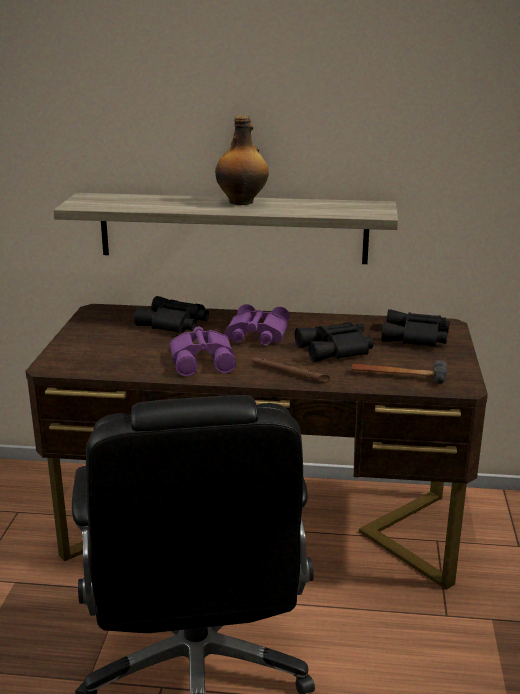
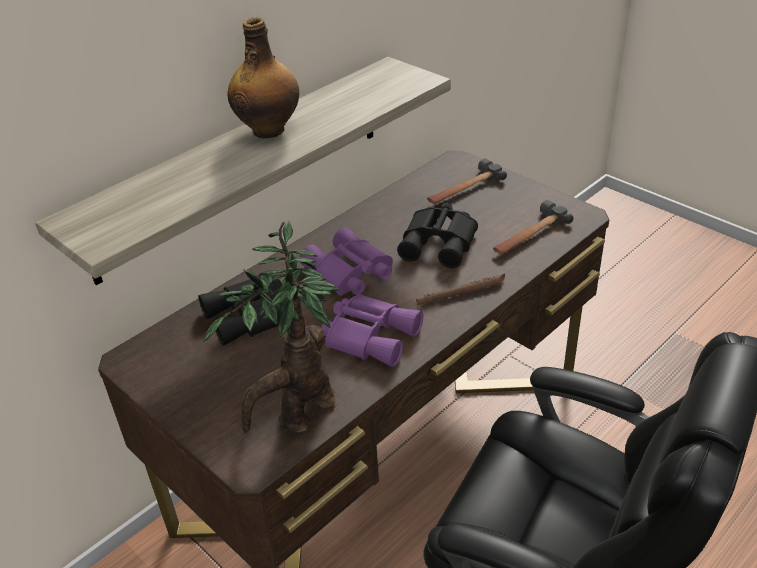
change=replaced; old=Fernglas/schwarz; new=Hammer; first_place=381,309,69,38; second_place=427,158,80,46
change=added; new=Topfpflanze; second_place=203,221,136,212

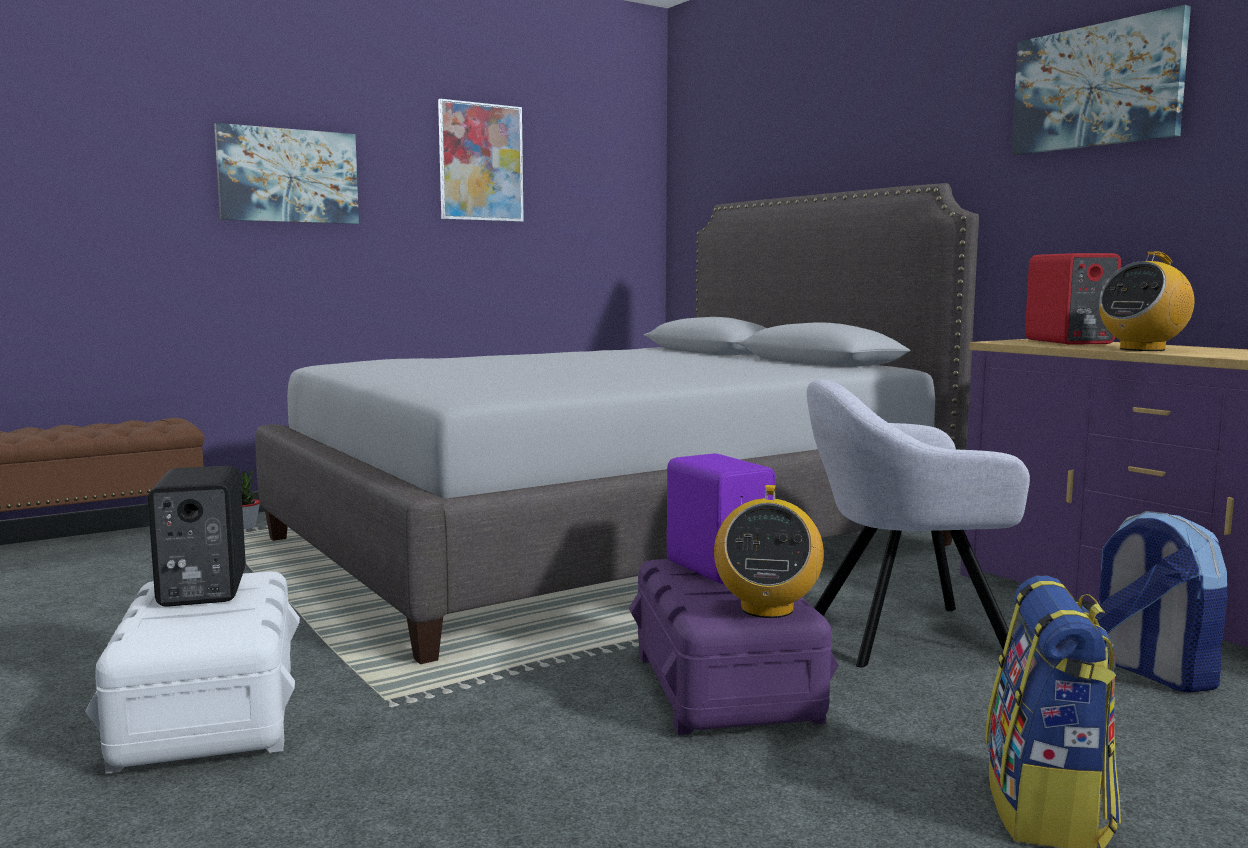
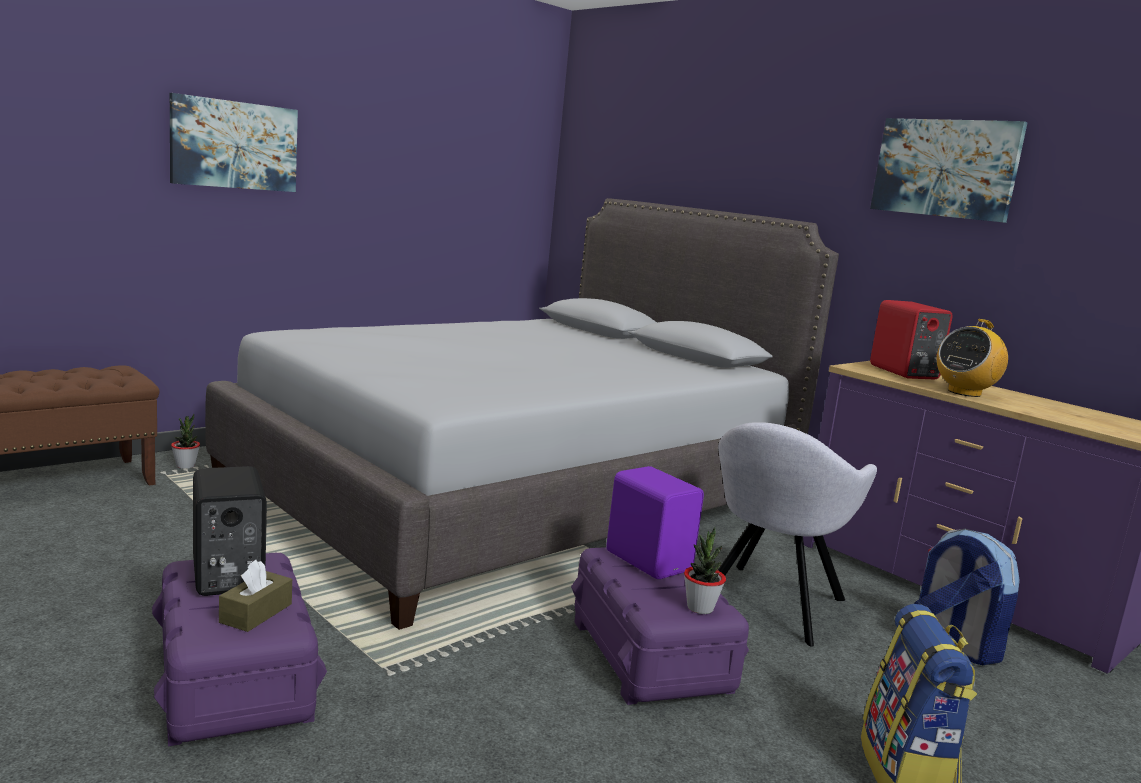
change=removed; old=Bild; first_place=438,99,86,123
change=turned; old=Sessel/grau; first_place=807,380,223,287; second_place=718,422,159,225; degrees=-45
change=replaced; old=Radio; new=Topfpflanze; first_place=714,485,110,133; second_place=684,527,42,87
change=recoloured; old=Aufbewahrungsbox/weiß; new=Aufbewahrungsbox/lila; first_place=85,571,215,203; second_place=152,553,175,193
change=added; new=Taschentuchbox/braun; second_place=219,560,73,72

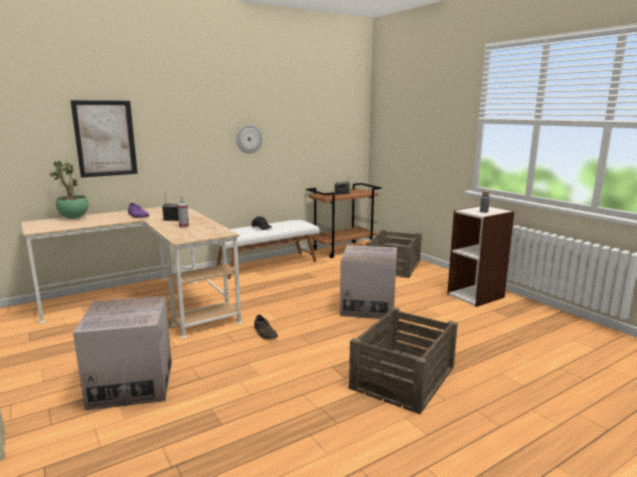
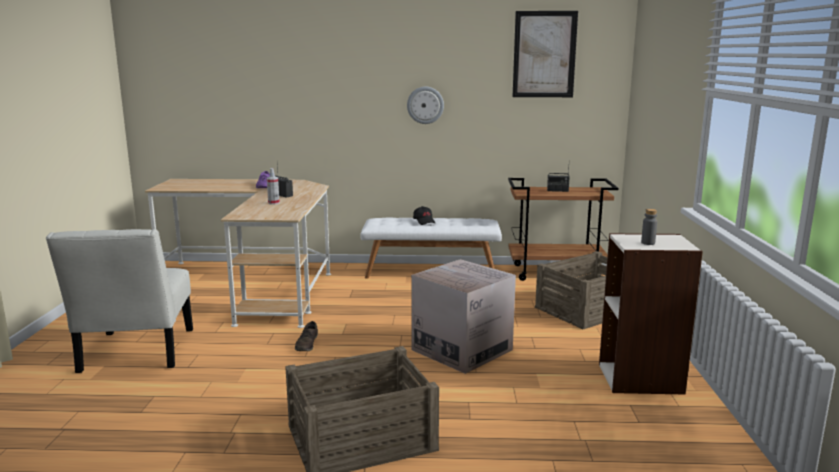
change=moved; old=Bild; first_place=70,100,68,78; second_place=513,11,65,86
change=removed; old=Topfpflanze; first_place=50,161,39,58
change=replaced; old=Karton; new=Stuhl/weiß; first_place=73,296,99,115; second_place=46,229,147,144

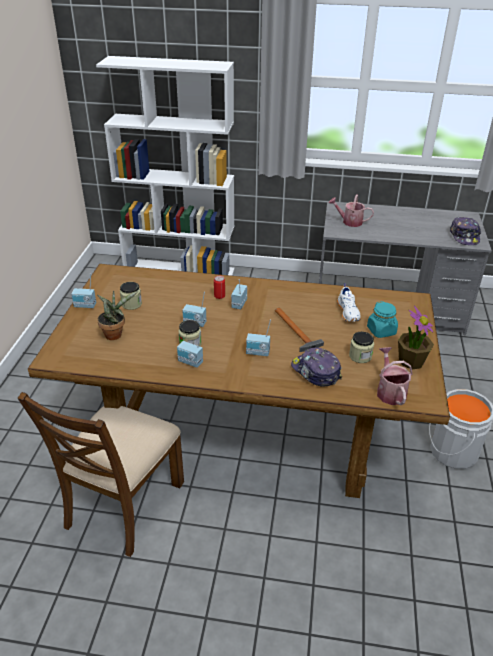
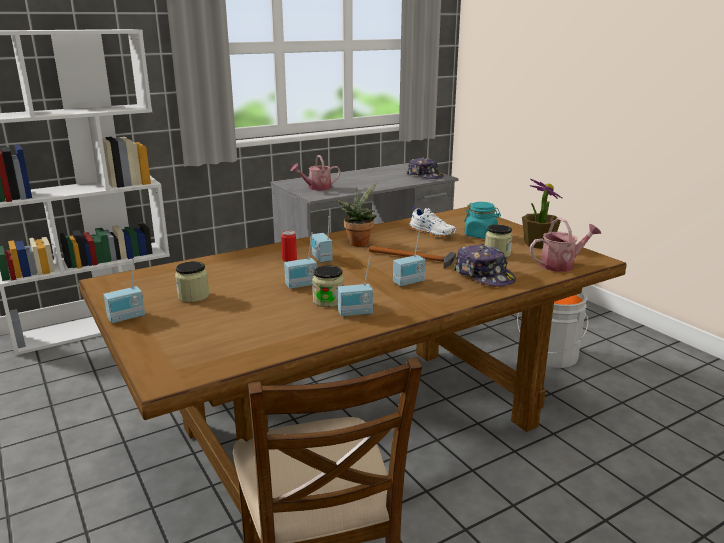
change=moved; old=Topfpflanze; first_place=97,290,42,50; second_place=335,183,42,64
change=turned; old=Gießkanne; first_place=377,347,36,58; second_place=530,217,71,55; degrees=120
change=turned; old=Kappe; first_place=291,348,51,39; second_place=453,244,63,43; degrees=-135

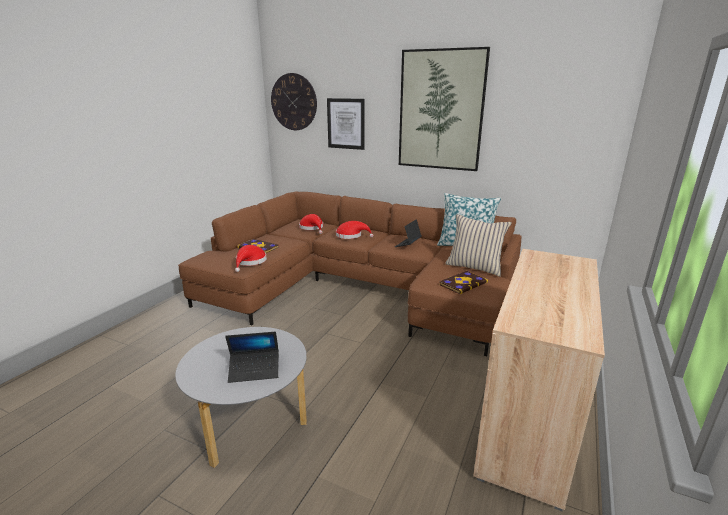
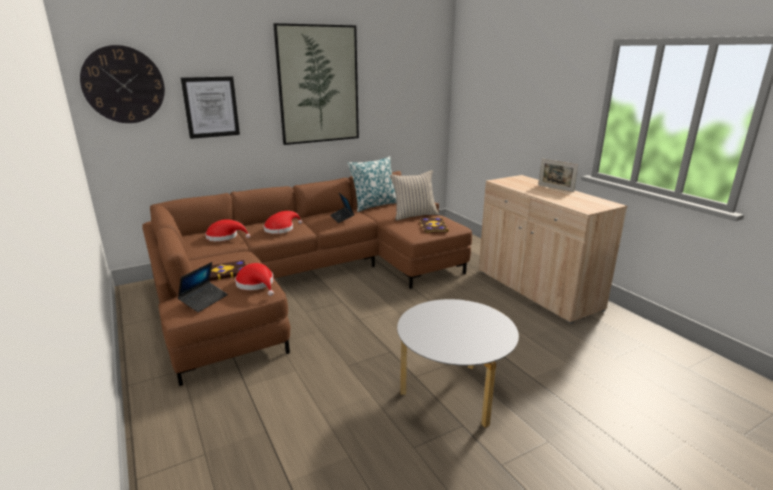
change=moved; old=Laptop; first_place=225,332,54,51; second_place=178,262,50,50
change=added; new=Bilderrahmen; second_place=538,159,40,33

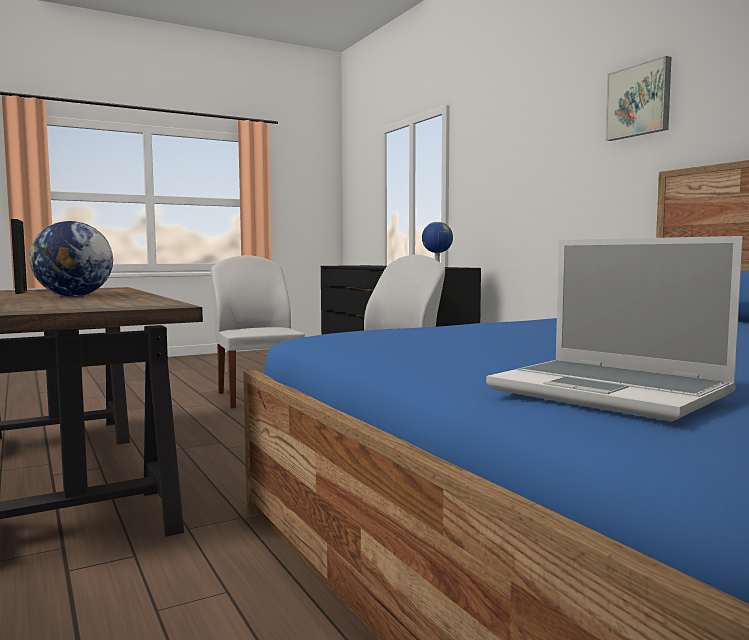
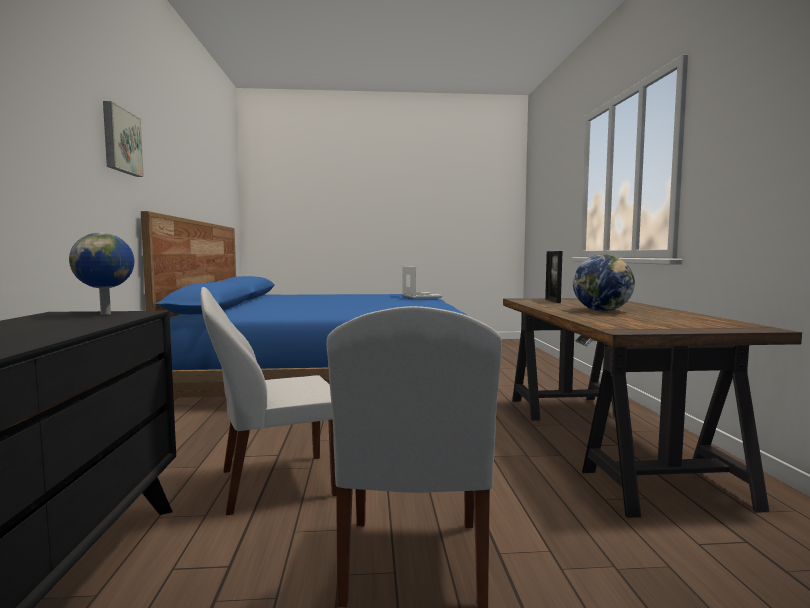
change=moved; old=Bilderrahmen; first_place=11,219,16,75; second_place=545,251,17,52

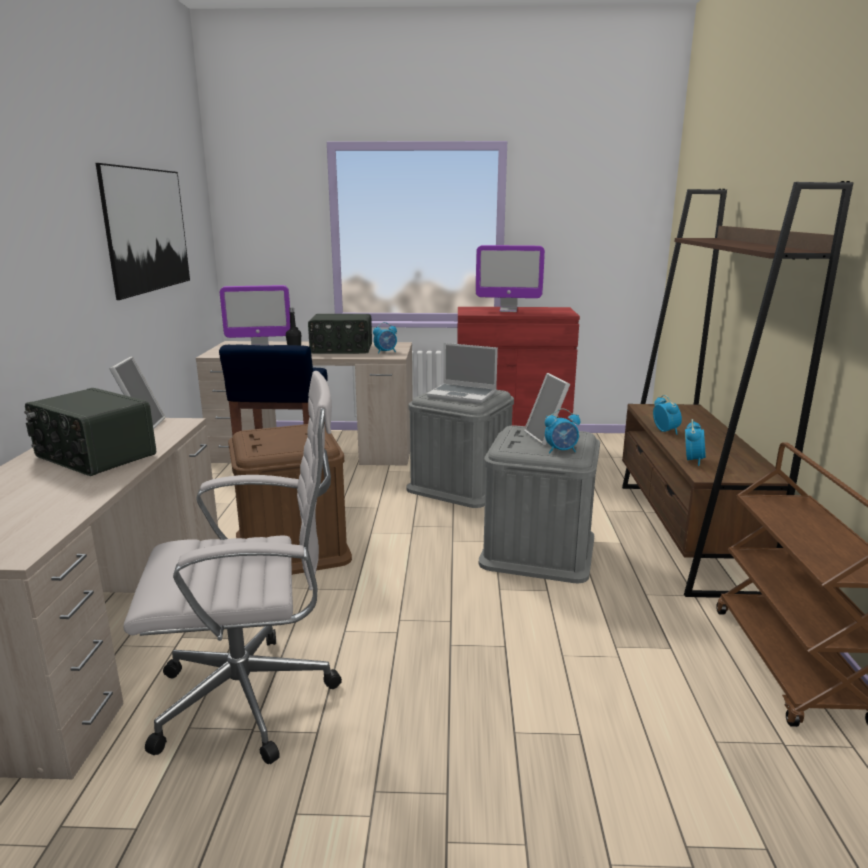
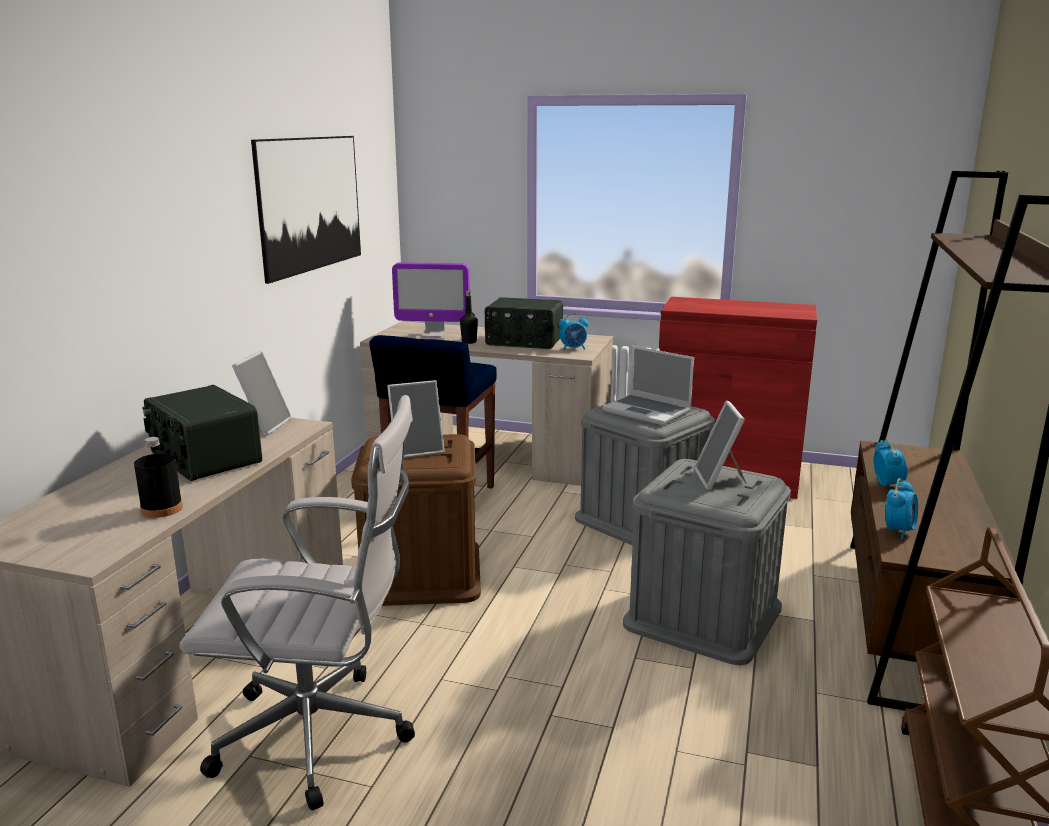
change=removed; old=Monitor; first_place=476,245,69,67
change=removed; old=Wecker; first_place=545,408,35,45
change=added; new=Bilderrahmen; second_place=387,380,58,78
change=added; new=Flasche/schwarz; second_place=134,437,49,81

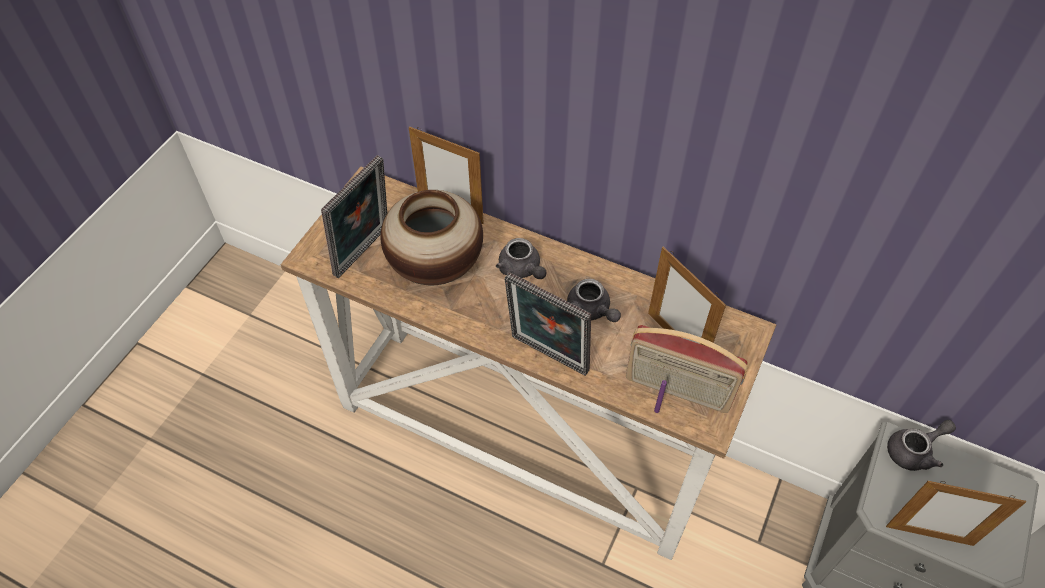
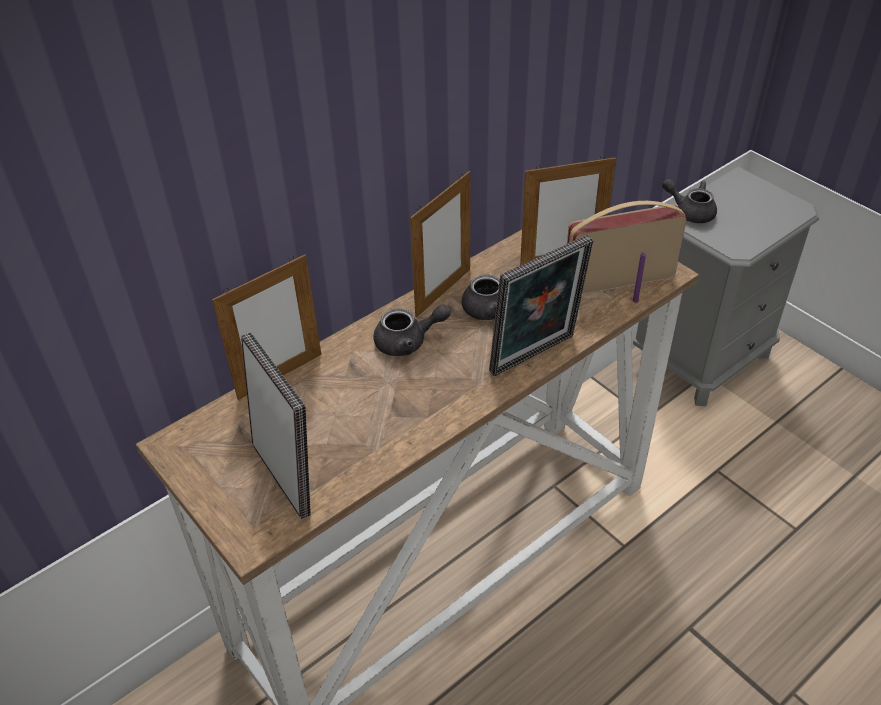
change=removed; old=Vase; first_place=380,190,103,95
change=turned; old=Radio; first_place=626,325,122,88; second_place=567,201,120,94; degrees=-150
change=turned; old=Teekanne/grau; first_place=887,420,69,51; second_place=662,179,55,44; degrees=-60
change=moved; old=Bilderrahmen; first_place=886,481,140,65; second_place=410,171,61,147

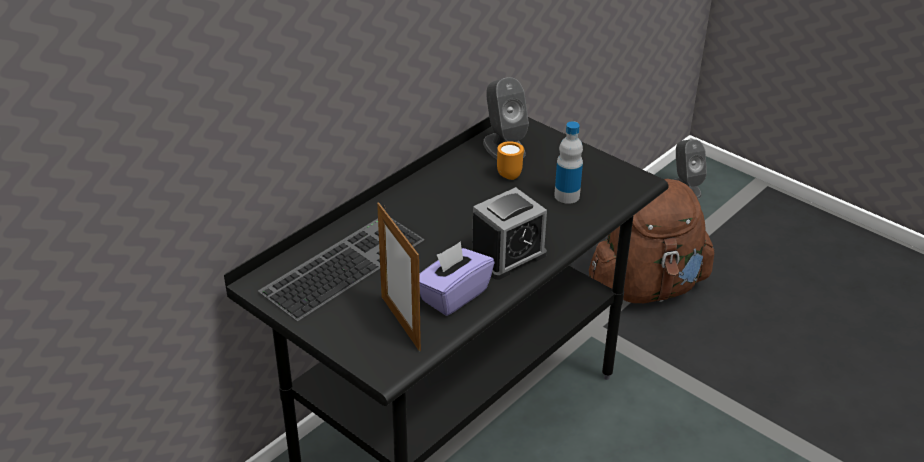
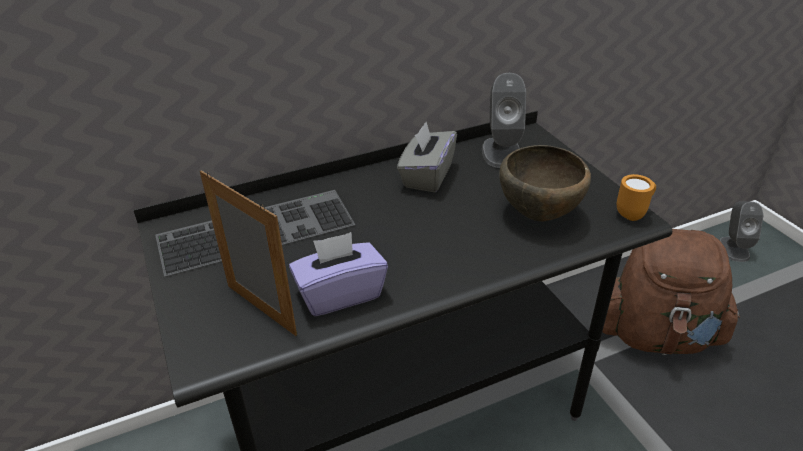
change=replaced; old=Flasche; new=Schüssel/braun; first_place=554,121,29,83; second_place=500,145,91,76
change=moved; old=Henkelbecher/orange; first_place=497,141,27,39; second_place=617,174,39,47
change=removed; old=Wecker; first_place=471,187,76,93
change=turned; old=Bilderrahmen; first_place=377,202,44,149; second_place=200,170,97,166; degrees=135
change=added; new=Taschentuchbox/grau; second_place=397,122,60,70

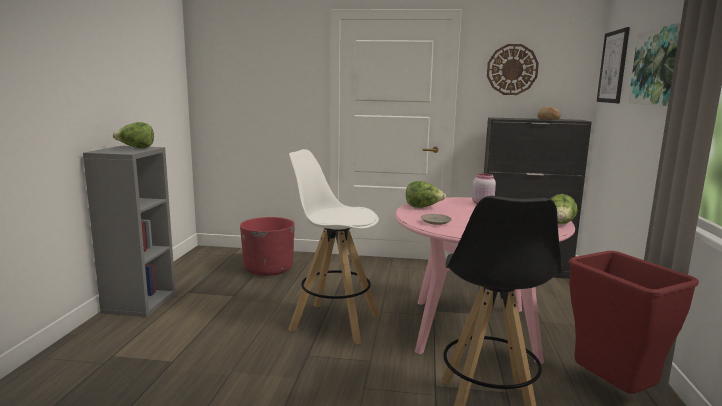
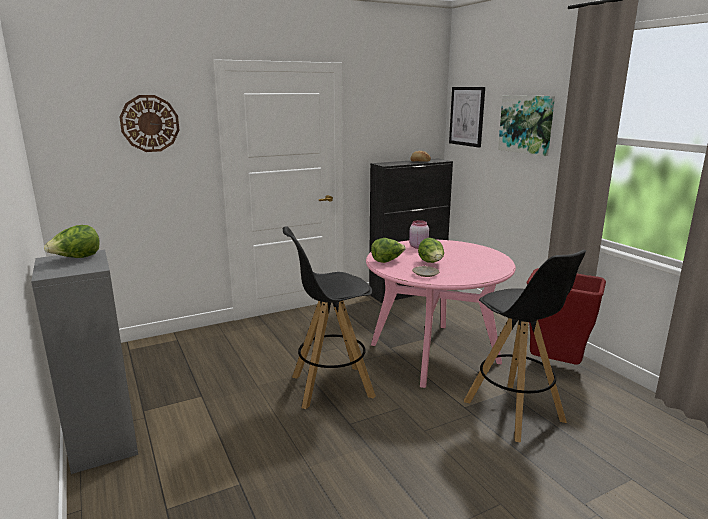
change=moved; old=Wanduhr; first_place=487,44,52,51; second_place=119,95,61,57
change=recoloured; old=Hocker/weiß; new=Hocker/schwarz; first_place=288,149,92,195; second_place=283,226,93,183
change=moved; old=Salatkopf; first_place=551,194,27,30; second_place=418,238,26,25
change=removed; old=Pflanzkübel/rot; first_place=240,217,55,59

